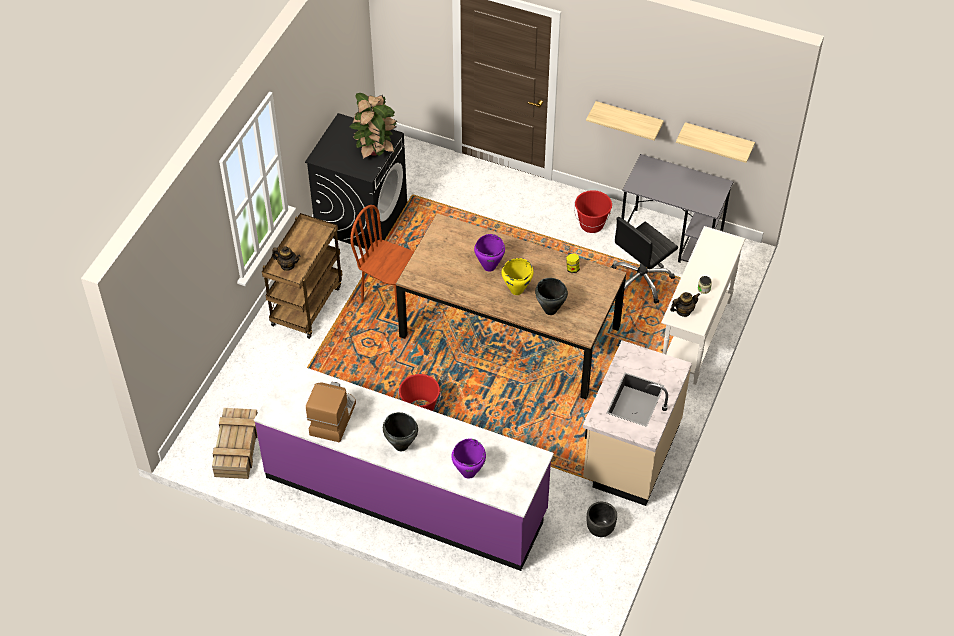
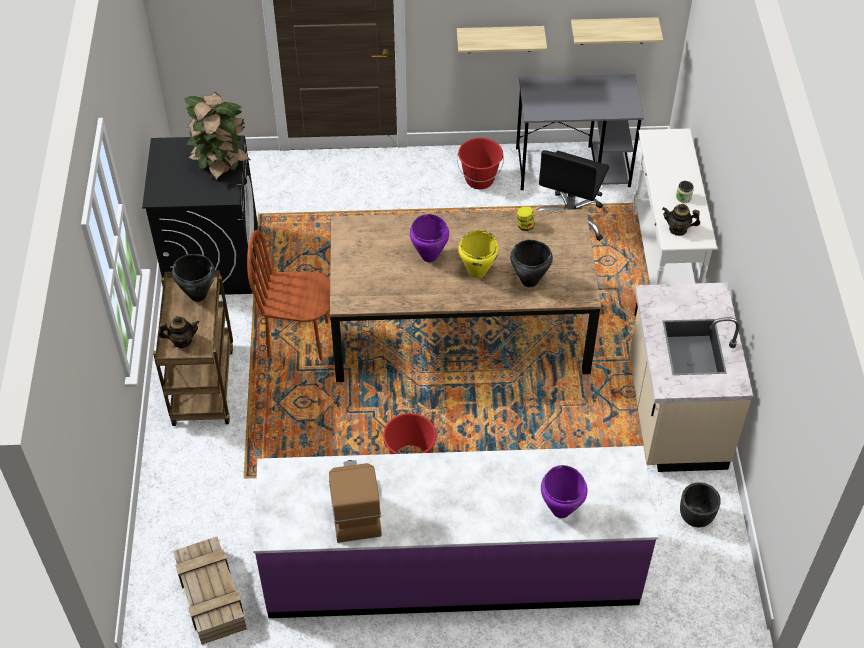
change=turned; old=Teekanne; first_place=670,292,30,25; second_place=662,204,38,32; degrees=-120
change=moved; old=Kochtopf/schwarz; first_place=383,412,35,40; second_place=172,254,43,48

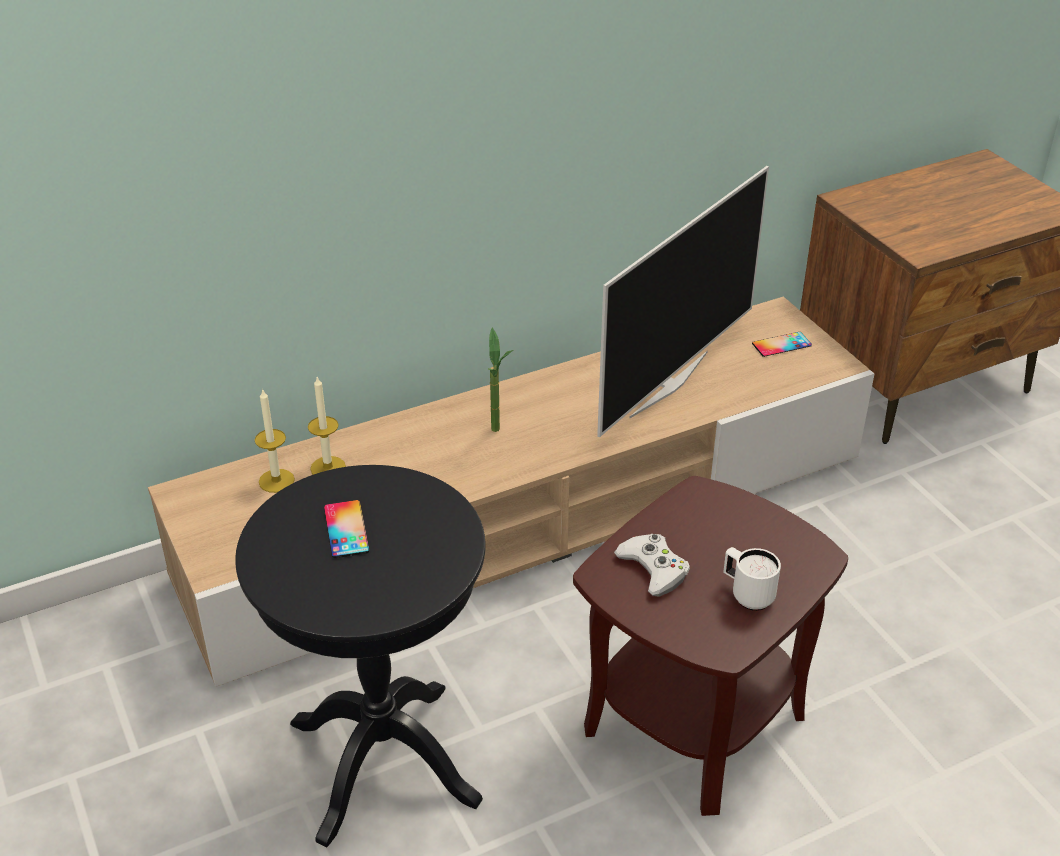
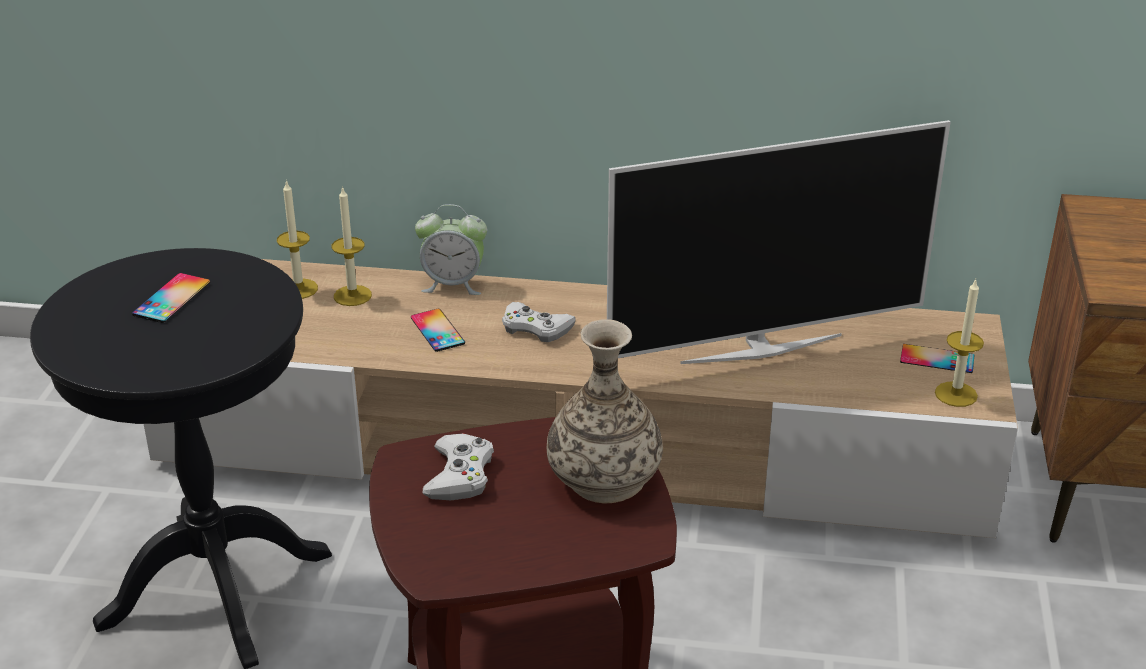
change=replaced; old=Topfpflanze; new=Gamepad/weiß; first_place=488,327,25,105; second_place=502,302,74,40
change=removed; old=Henkelbecher/weiß; first_place=723,547,58,64
change=added; new=Wecker; second_place=415,204,72,91
change=added; new=Kerze; second_place=935,279,49,128
change=added; new=Handy; second_place=411,309,54,43
change=added; new=Vase; second_place=547,319,116,184

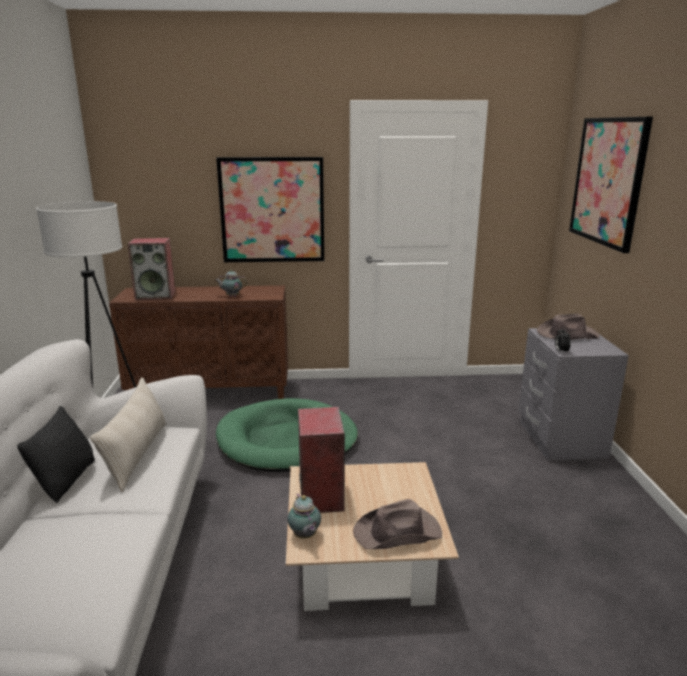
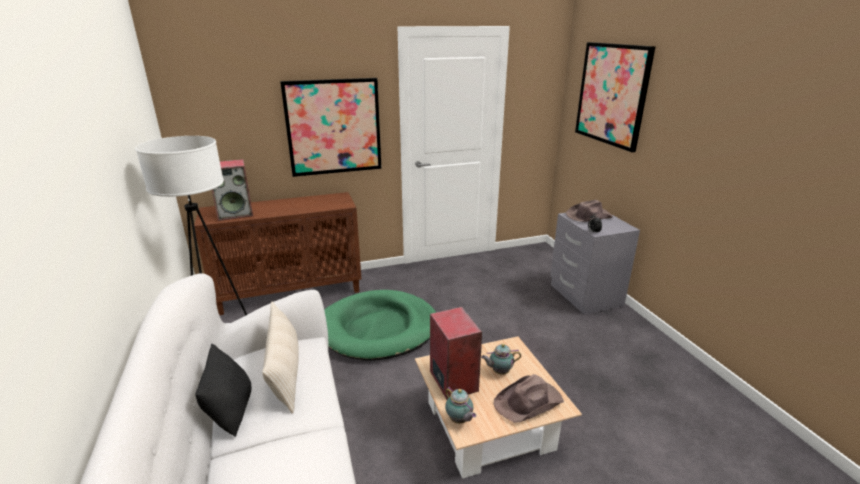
change=moved; old=Teekanne; first_place=216,269,31,28; second_place=481,344,40,31

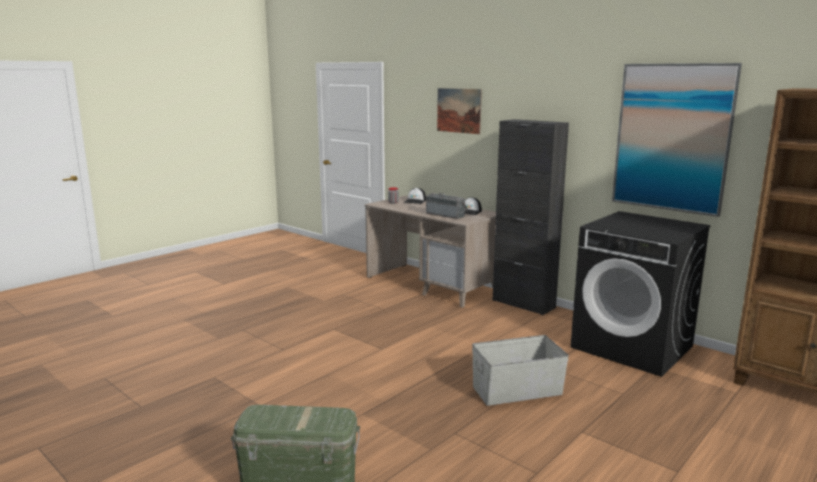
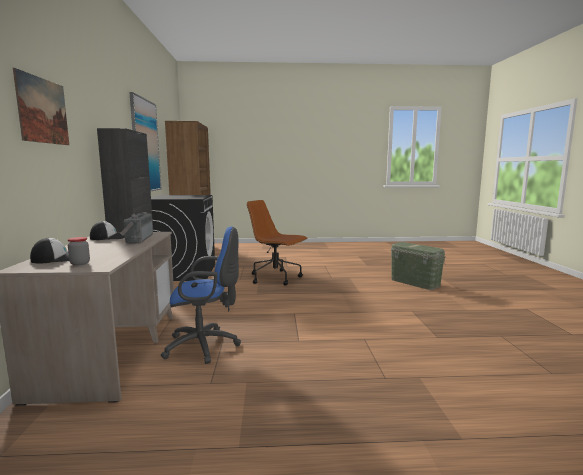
change=replaced; old=Aufbewahrungsbox/grau; new=Bürostuhl/braun; first_place=472,335,97,71; second_place=247,200,61,85
change=added; new=Bürostuhl/blau; second_place=161,226,80,138

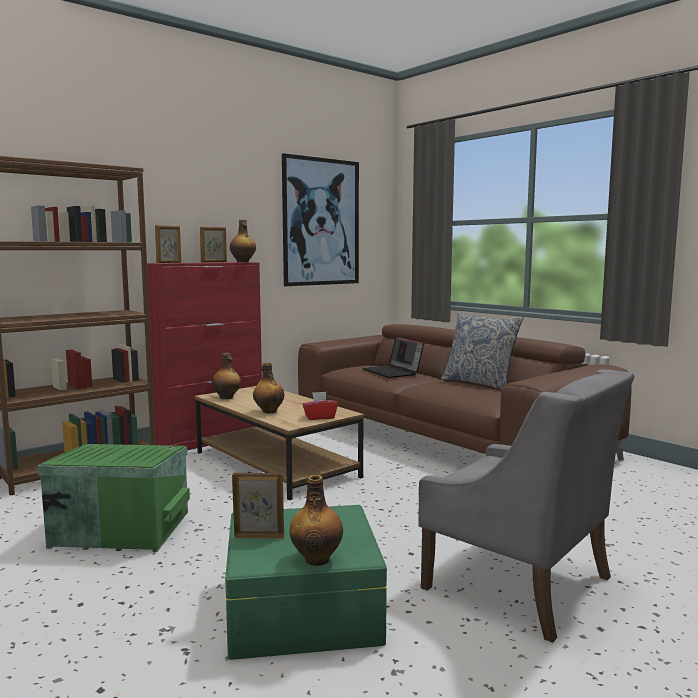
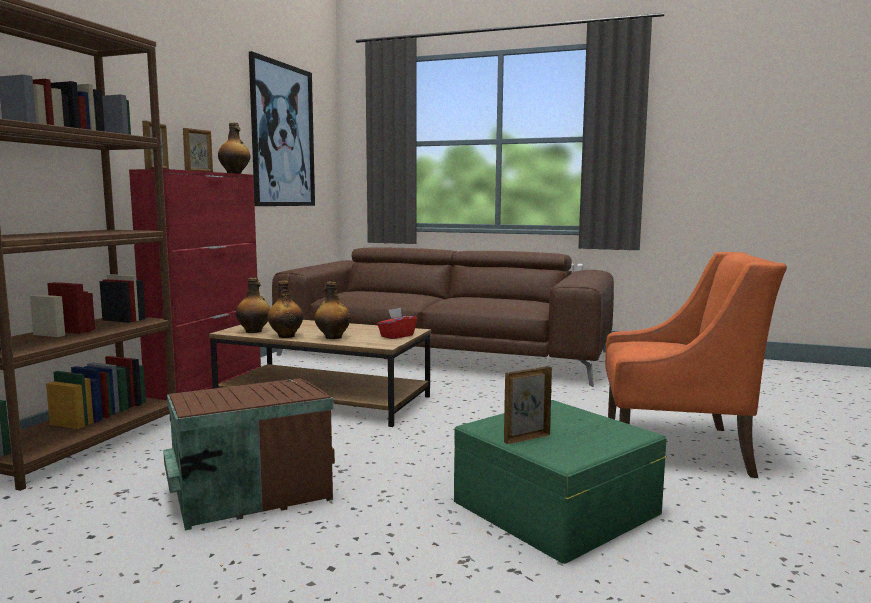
change=removed; old=Kissen; first_place=441,312,82,78
change=removed; old=Laptop; first_place=363,335,61,43
change=recoloured; old=Sessel/grau; new=Sessel/orange; first_place=419,370,215,273; second_place=605,252,182,226
change=recoloured; old=Aufbewahrungsbox/grün; new=Aufbewahrungsbox/braun; first_place=37,444,153,108; second_place=163,378,172,153
change=moved; old=Flasche; first_place=290,475,53,91; second_place=268,281,35,57

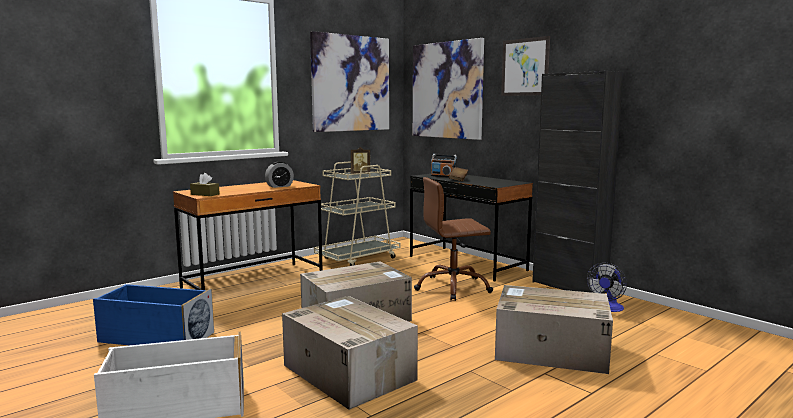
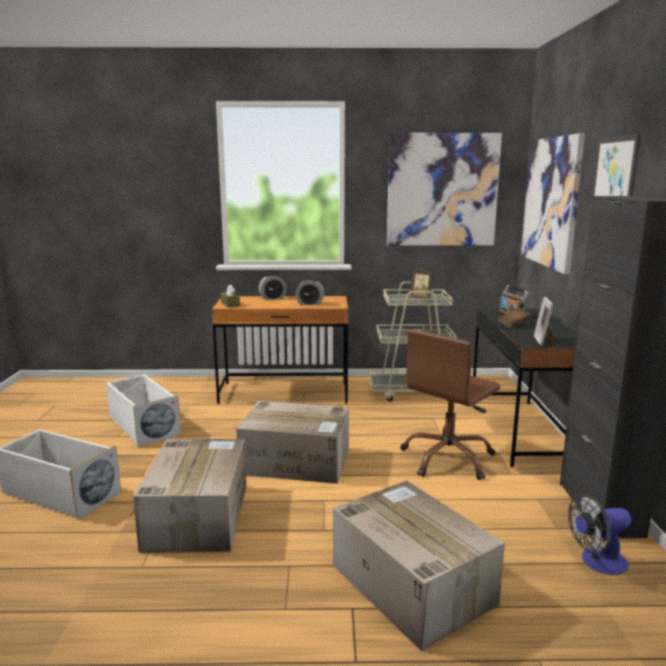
change=turned; old=Bürostuhl/braun; first_place=414,177,79,124; second_place=400,329,100,151; degrees=-75
change=recoloured; old=Aufbewahrungsbox/blau; new=Aufbewahrungsbox/weiß; first_place=93,284,121,61; second_place=106,374,75,73
change=added; new=Wecker; second_place=258,274,29,26
change=added; new=Bilderrahmen; second_place=534,297,21,49

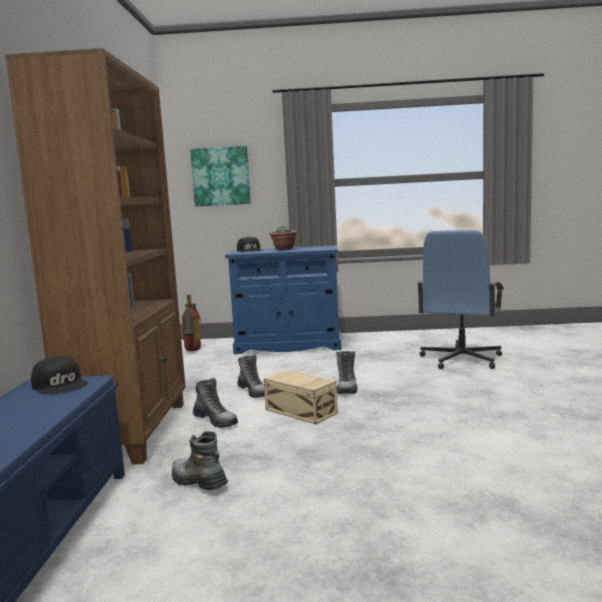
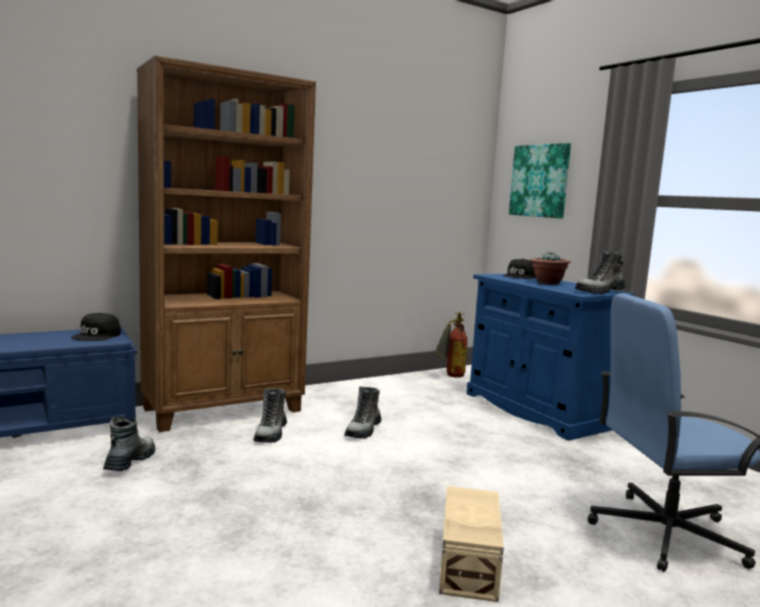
change=moved; old=Stiefel; first_place=336,351,22,43; second_place=575,250,51,44
change=moved; old=Aufbewahrungsbox/beige; first_place=264,370,74,54; second_place=439,486,65,116

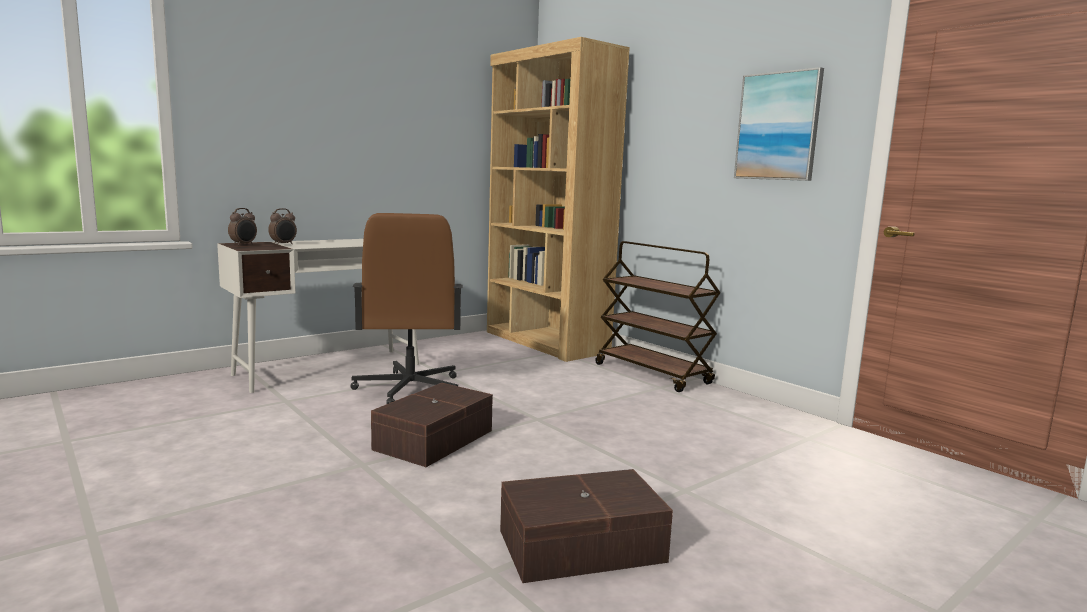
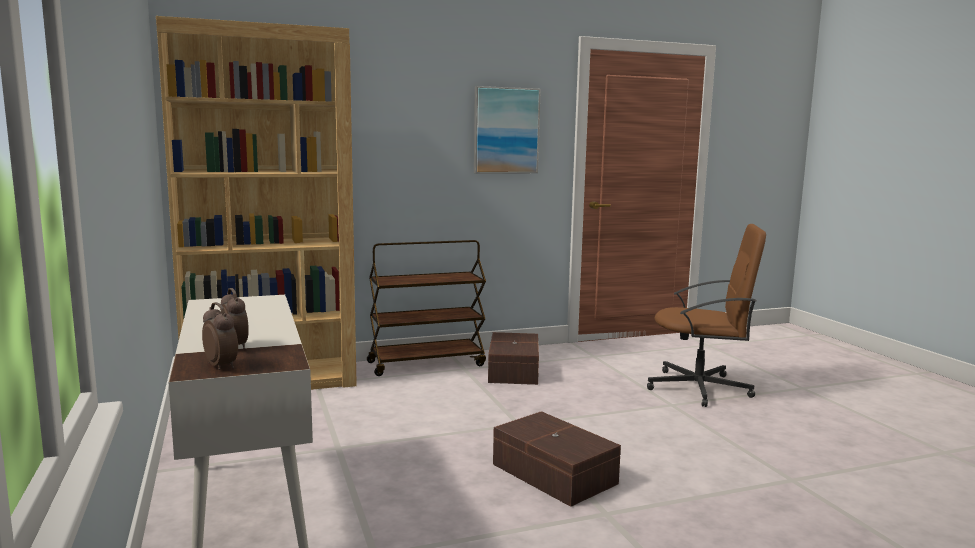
change=moved; old=Bürostuhl/braun; first_place=350,213,113,191; second_place=647,224,119,183
change=moved; old=Aufbewahrungsbox/braun; first_place=500,469,173,114; second_place=488,332,51,53

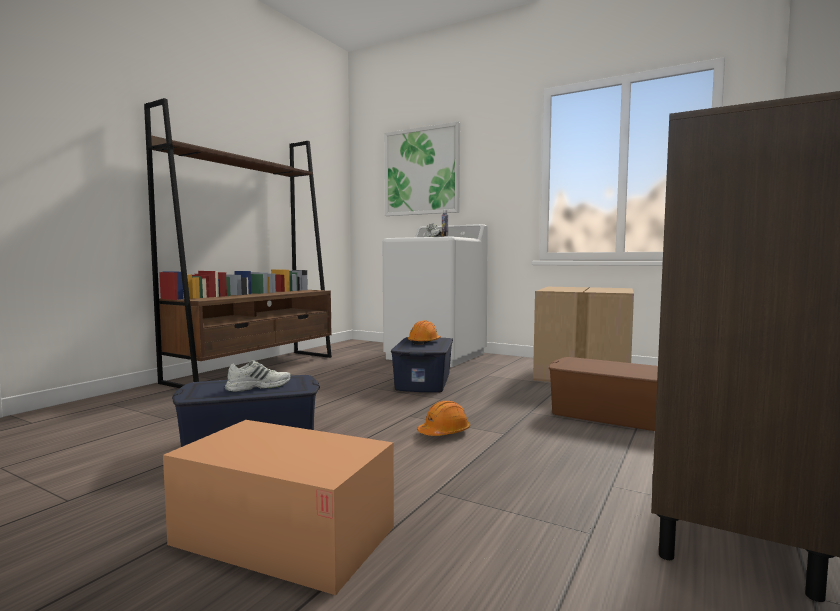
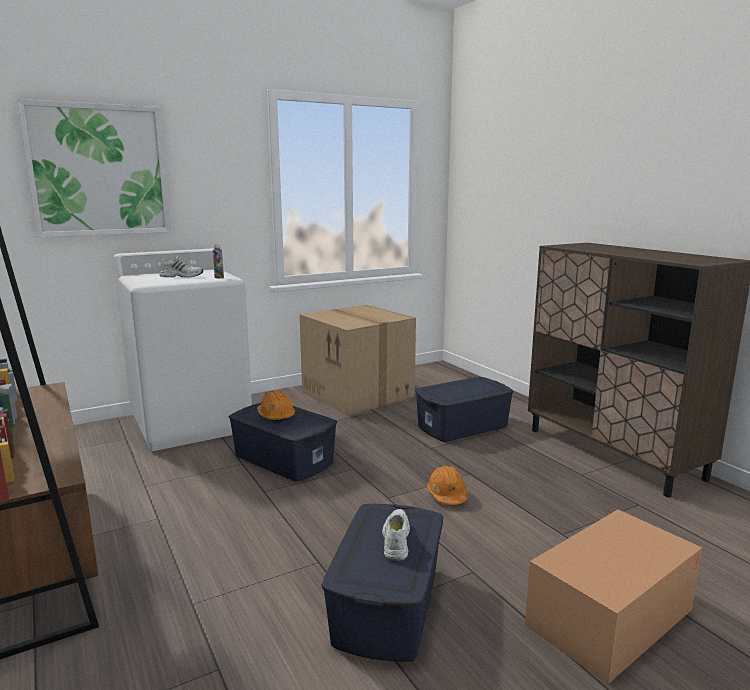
change=recoloured; old=Aufbewahrungsbox/braun; new=Aufbewahrungsbox/blau; first_place=549,357,109,74; second_place=415,377,99,65

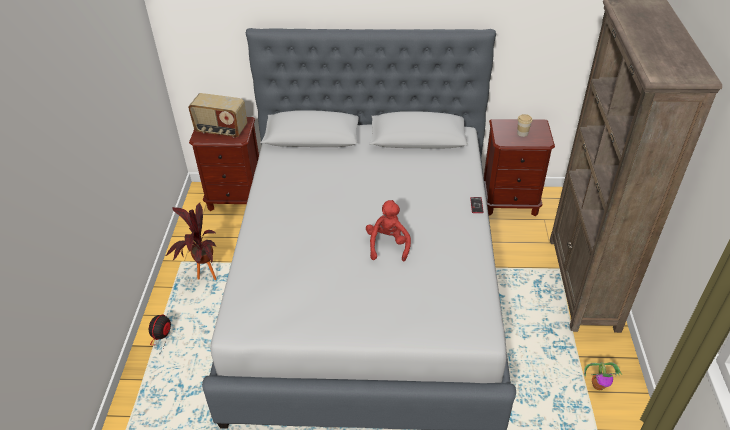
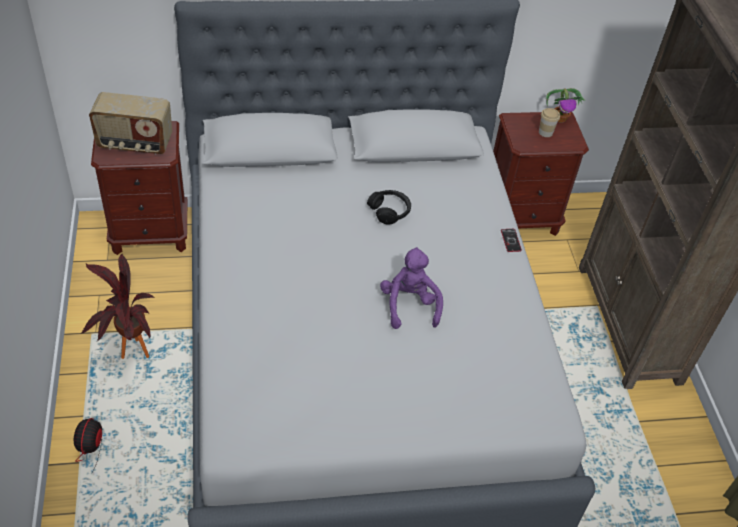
change=recoloured; old=Plüschtier/rot; new=Plüschtier/lila; first_place=366,200,45,61; second_place=380,247,63,82
change=moved; old=Topfpflanze; first_place=584,362,38,28; second_place=546,88,39,34
change=added; new=Kopfhörer/schwarz; second_place=367,190,44,34

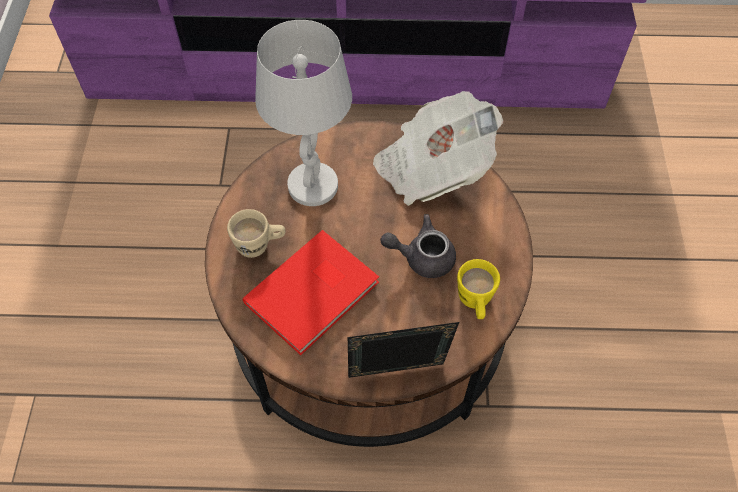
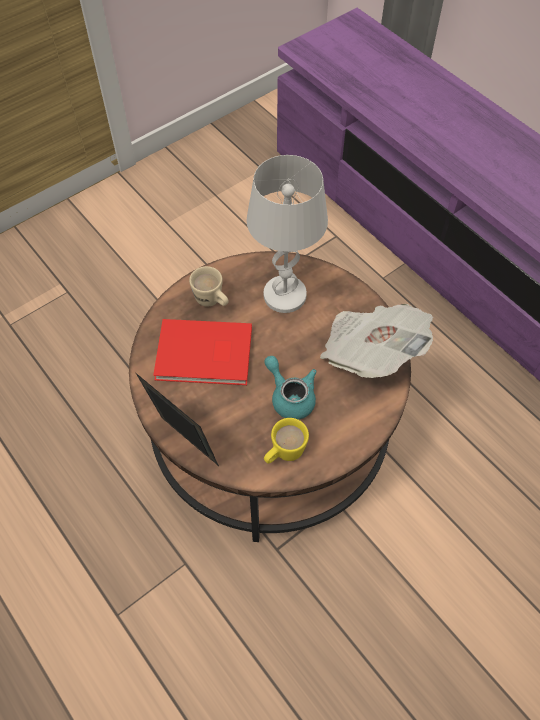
change=recoloured; old=Teekanne/grau; new=Teekanne/türkis; first_place=380,214,76,64; second_place=265,356,52,64

